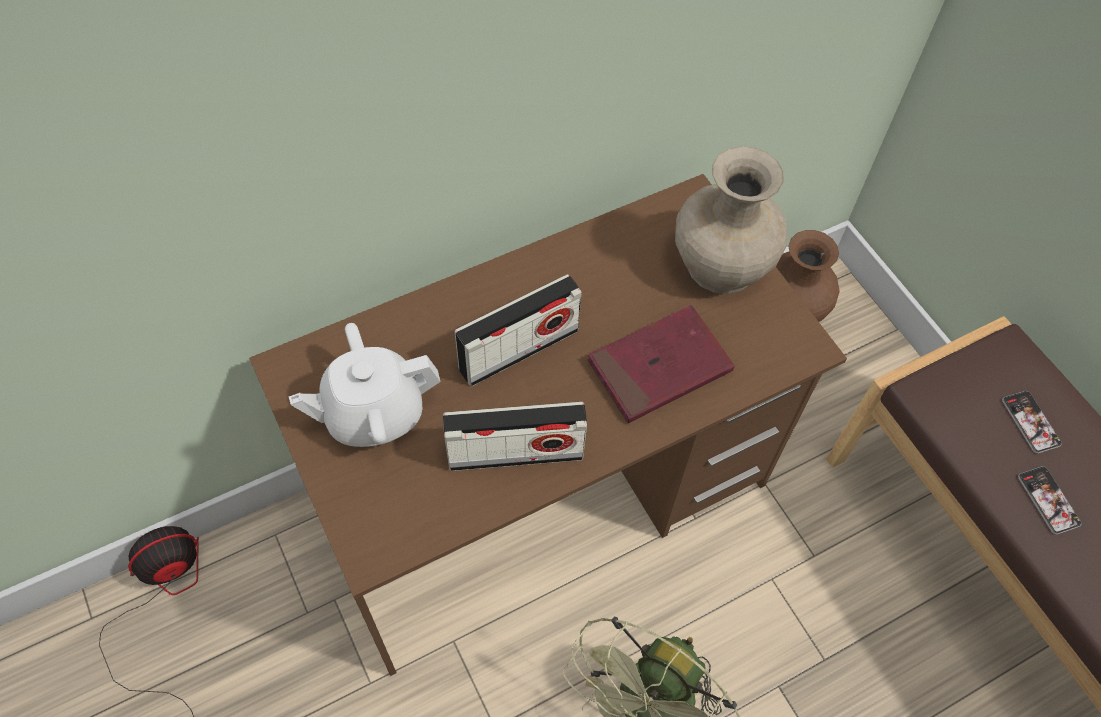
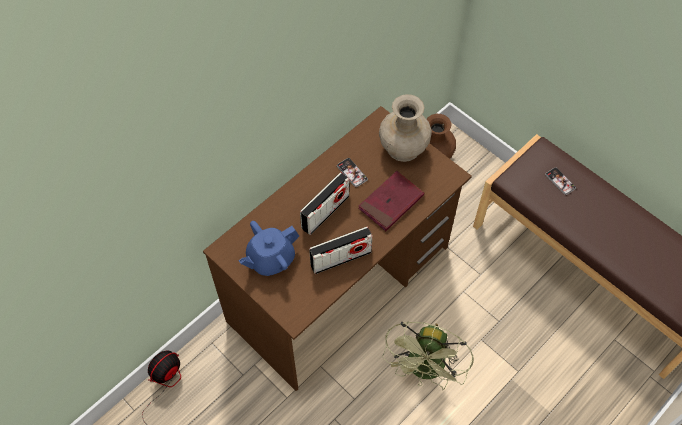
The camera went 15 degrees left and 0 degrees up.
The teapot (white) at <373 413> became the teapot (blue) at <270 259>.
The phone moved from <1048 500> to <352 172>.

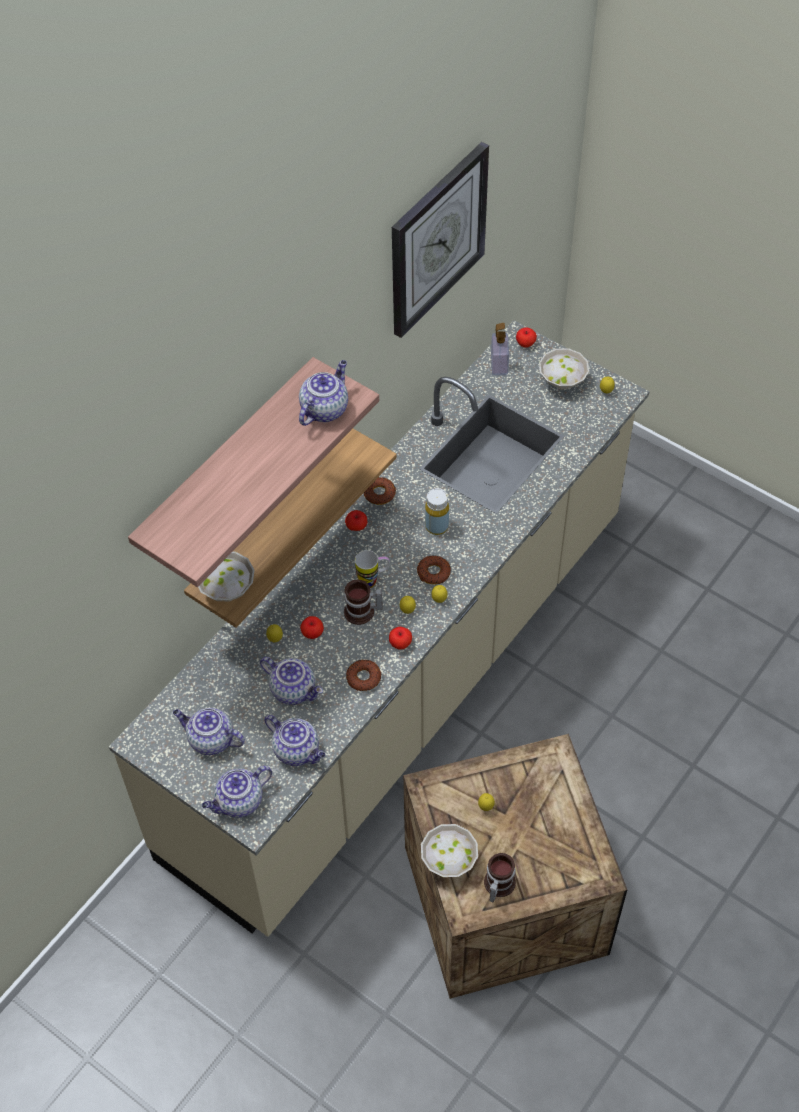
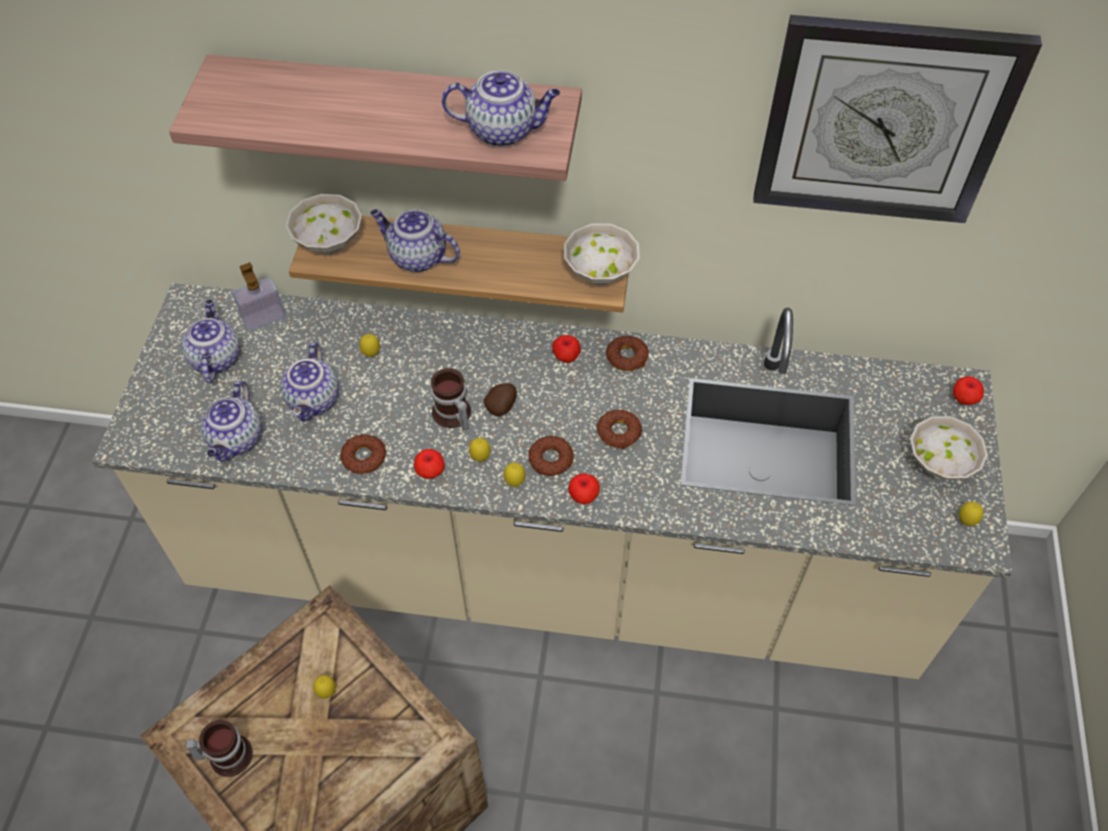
The camera went 60 degrees right and 0 degrees up.
The teapot moved from <239 802> to <416 257>.
The apple moved from <312 633> to <583 496>.
The mug at <373 581> was replaced by the potato at <502 406>.
The bowl (white) moved from <447 860> to <600 273>.
The bottle (yellow) at <436 526> was replaced by the donut at <619 432>.
The soap dispenser moved from <499 364> to <263 318>.

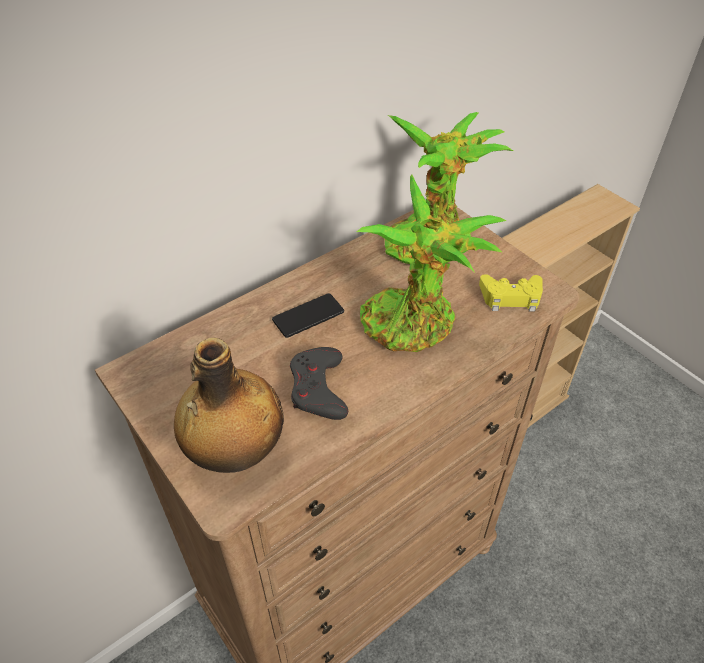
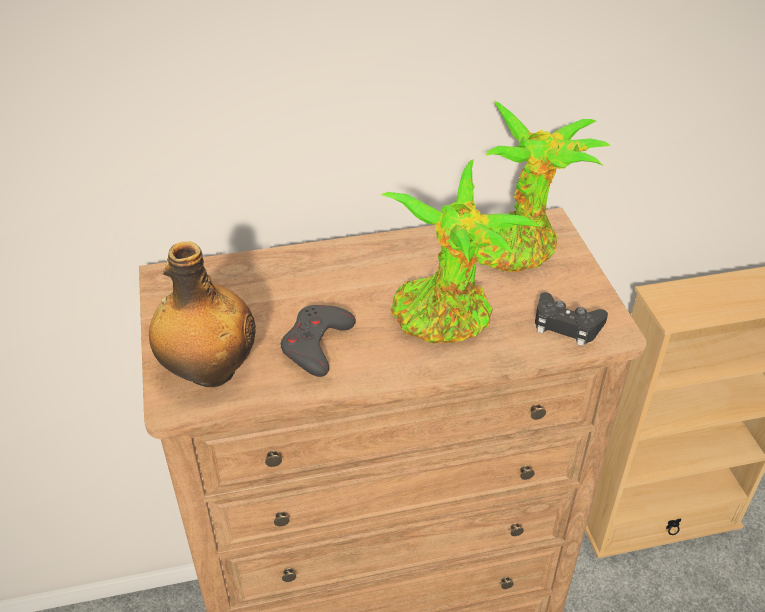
The camera went 25 degrees right and 5 degrees down.
The phone at <308 316> disappeared.
The game controller (yellow) at <511 297> became the game controller (black) at <566 325>.

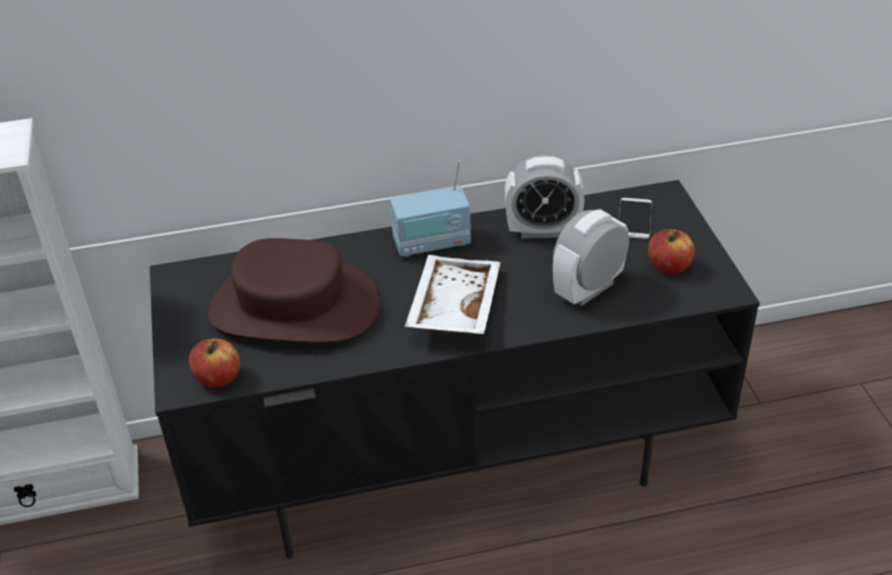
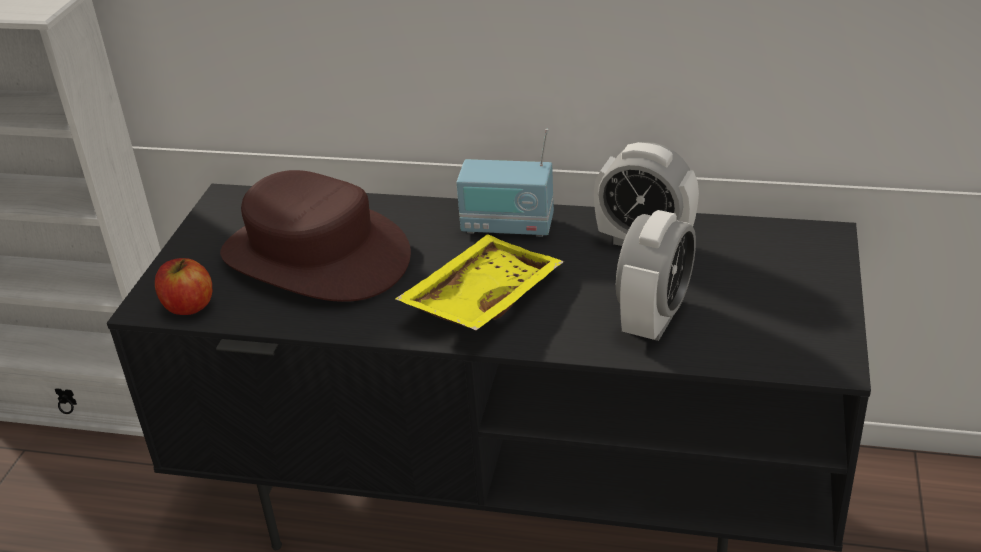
The camera went 25 degrees right and 5 degrees down.
The tray (white) at <452 307> became the tray (yellow) at <480 298>.
The alarm clock at <588 289> turned 135 degrees clockwise.
The phone at <634 219> disappeared.
The apple at <668 266> disappeared.

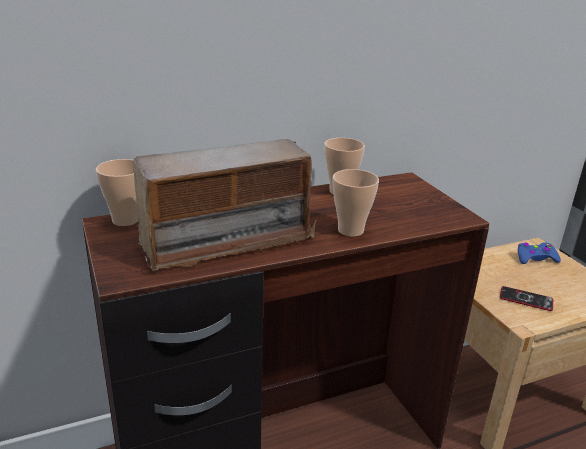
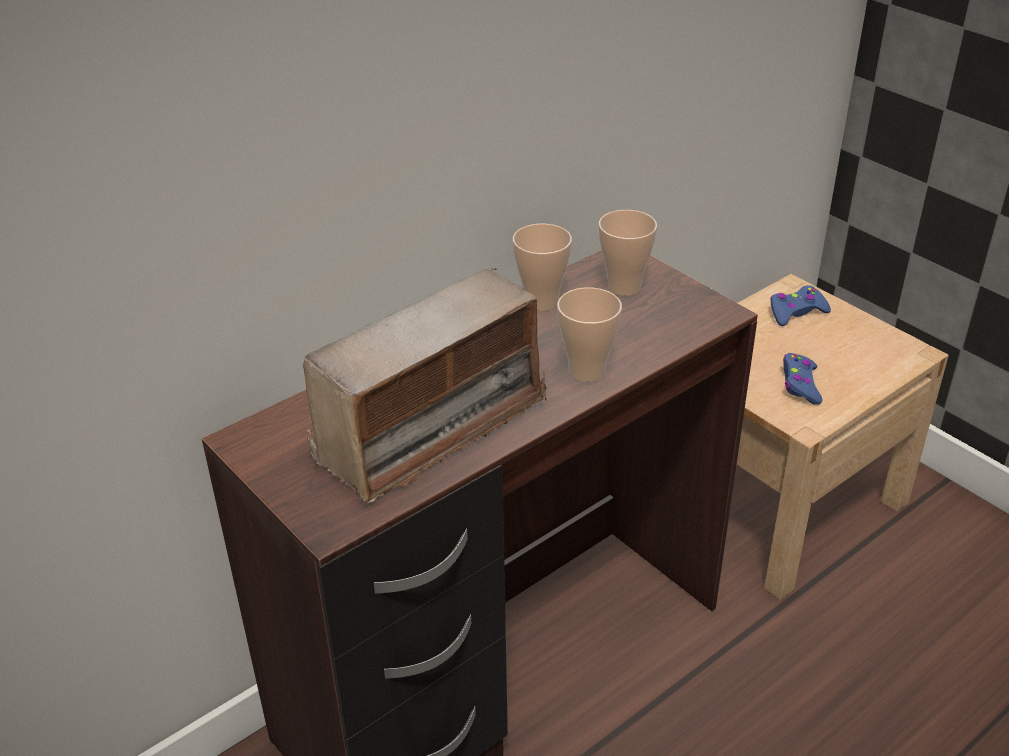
The camera went 15 degrees left and 10 degrees up.
The cup moved from <125 220> to <624 287>.
The phone at <526 299> was replaced by the game controller (blue) at <800 385>.

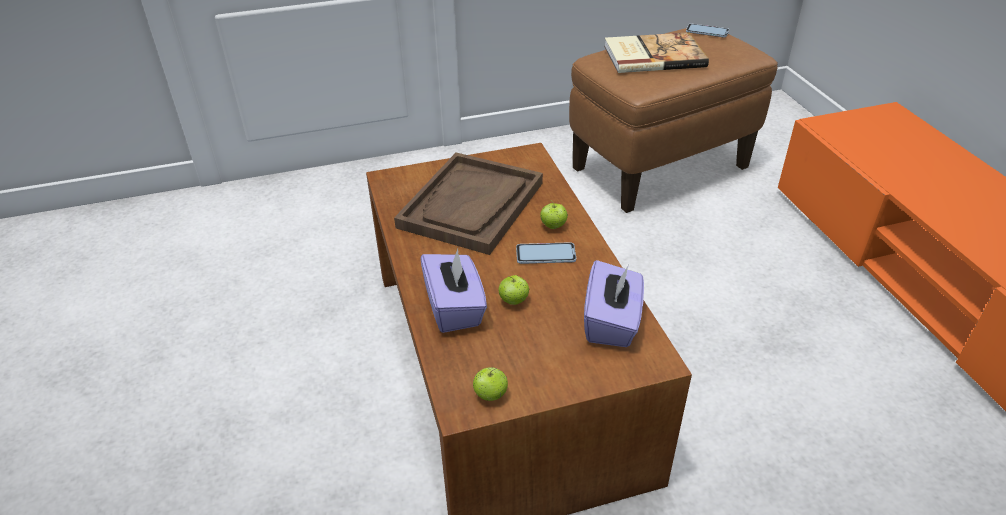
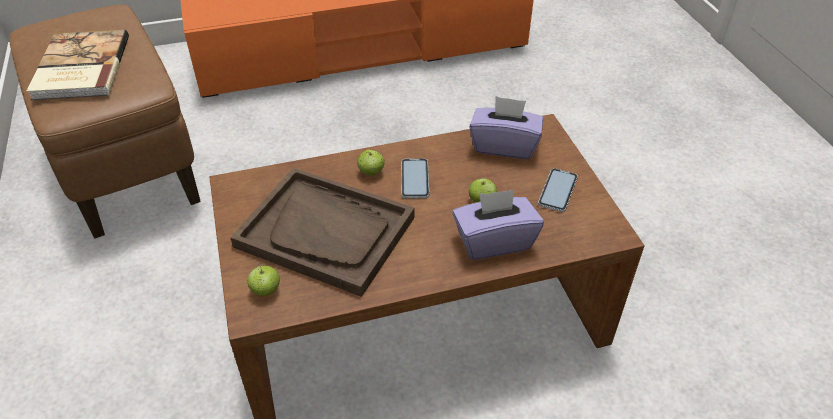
The camera went 90 degrees left and 5 degrees up.
The apple moved from <490 395> to <266 290>.
The phone moved from <707 31> to <557 190>.

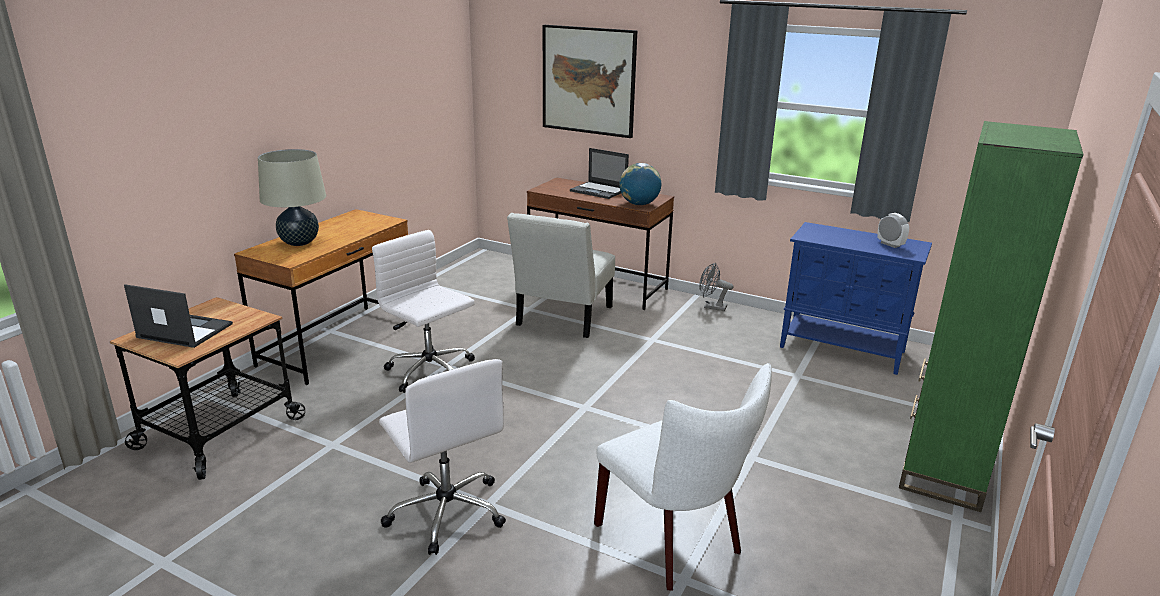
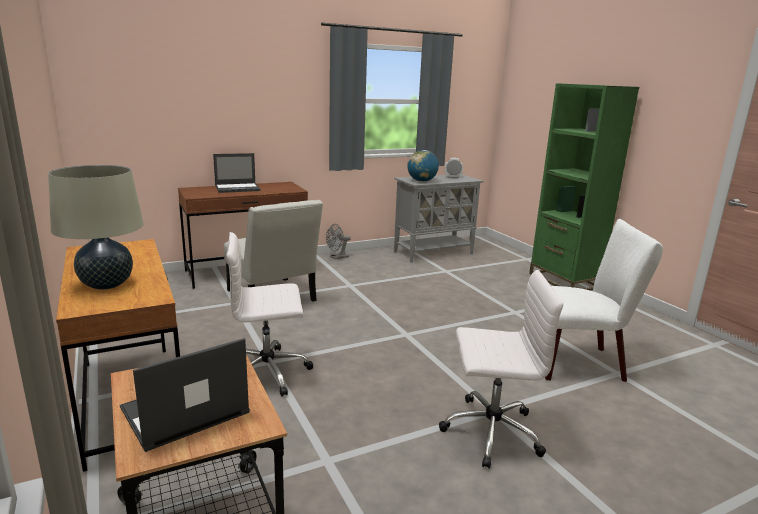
The camera went 55 degrees left and 5 degrees down.
The picture at <588 80> disappeared.
The globe moved from <639 204> to <422 181>.
The cabinet (blue) at <843 349> became the cabinet (grey) at <434 253>.

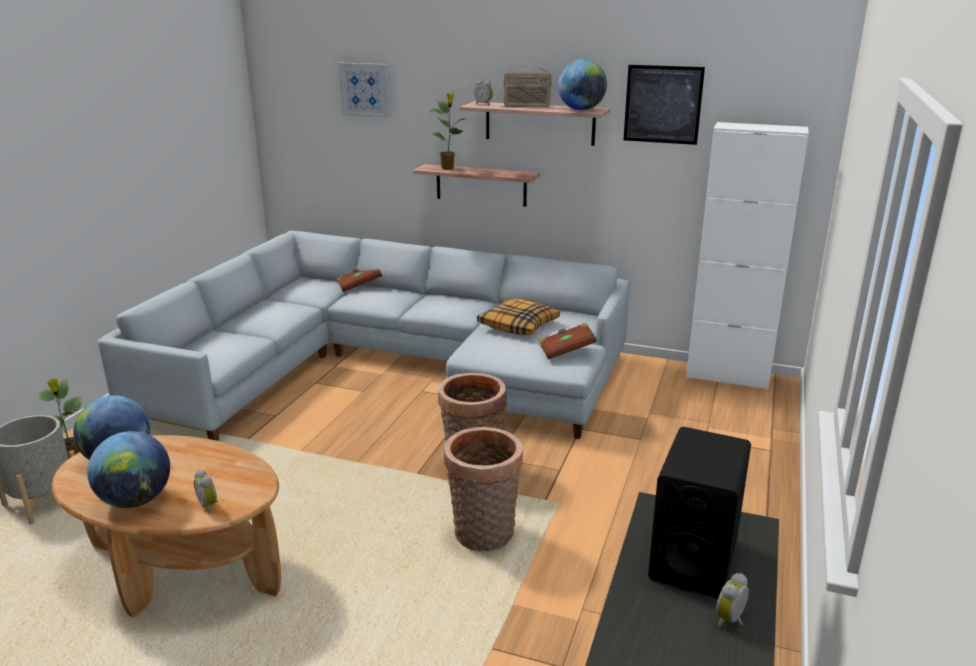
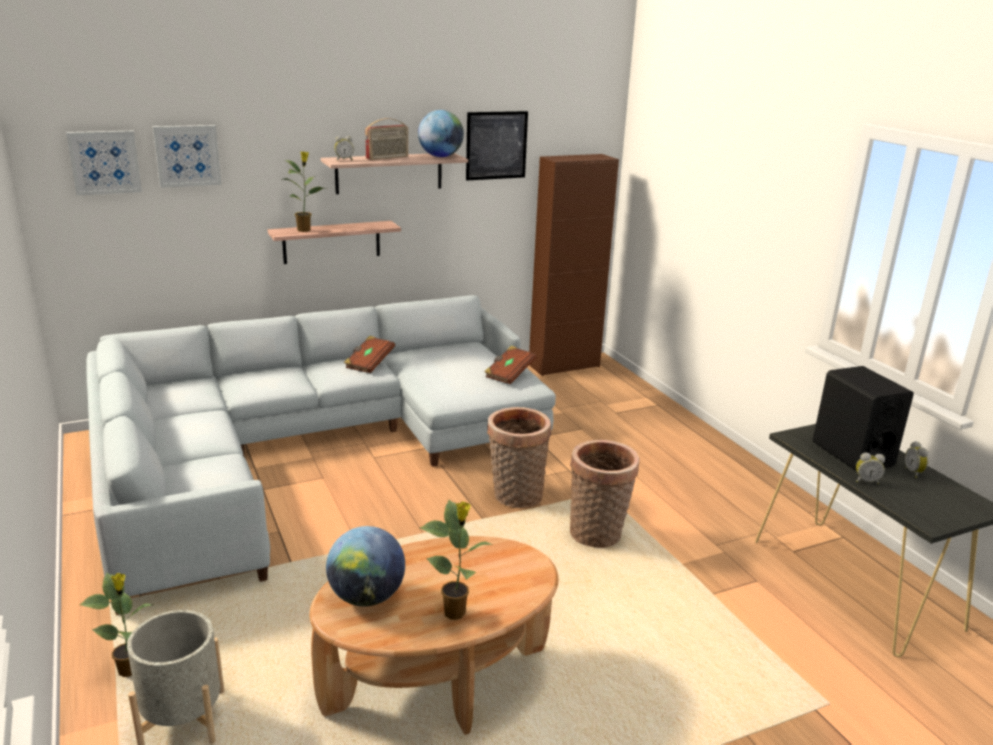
The camera went 45 degrees left and 0 degrees up.
The globe at <136 500> was replaced by the potted plant at <456 613>.
The alarm clock moved from <209 505> to <866 481>.
The book (brown) moved from <359 286> to <369 364>.
The pillow at <518 325> disappeared.
The cabinet (white) at <727 376> became the cabinet (brown) at <564 366>.
The picture at <105 162> appeared.

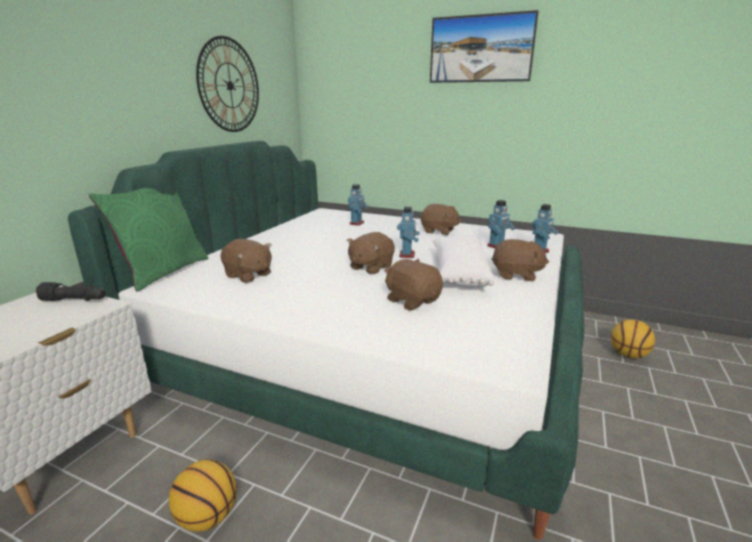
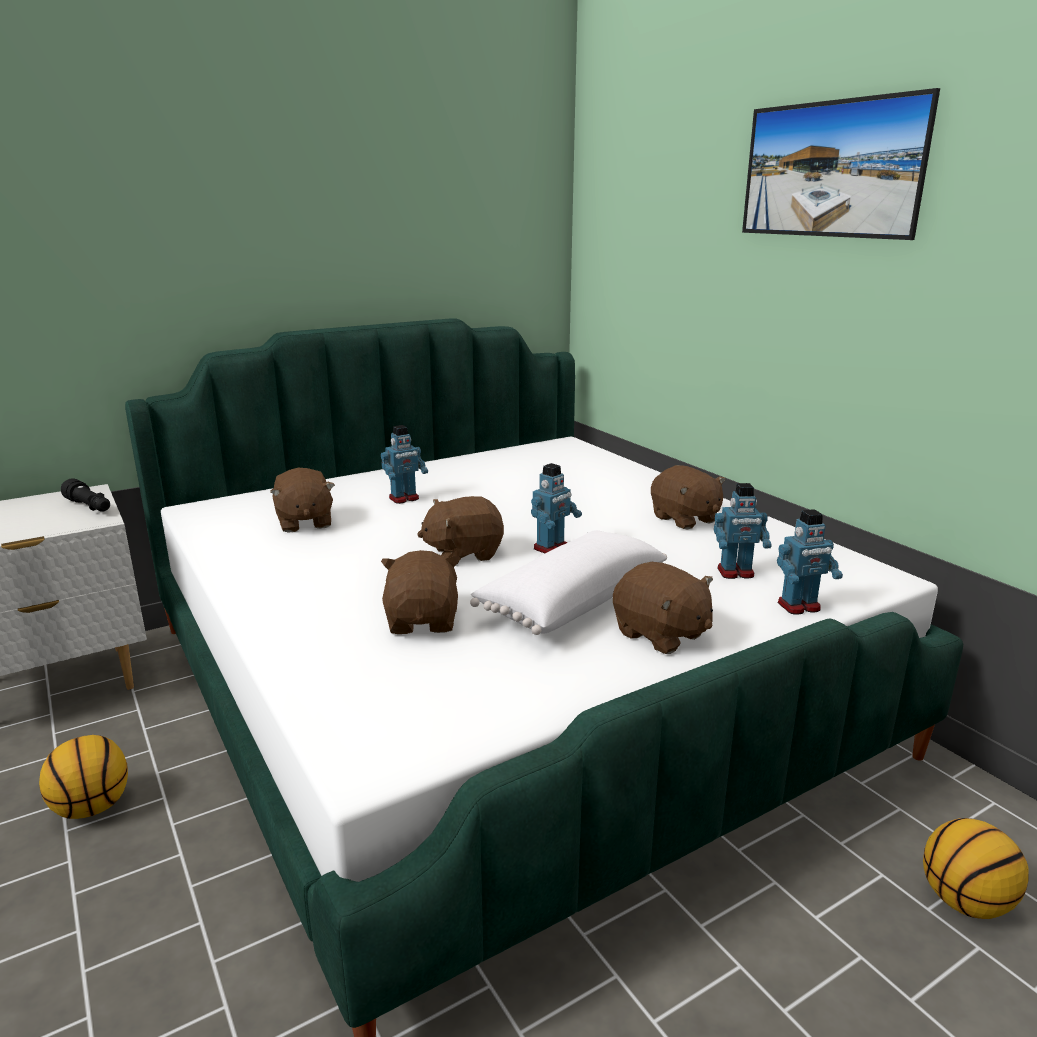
The camera went 35 degrees right and 0 degrees up.
The pillow (green) at <163 272> disappeared.
The wall clock at <229 85> disappeared.
The toy robot moved from <357 223> to <404 498>.

